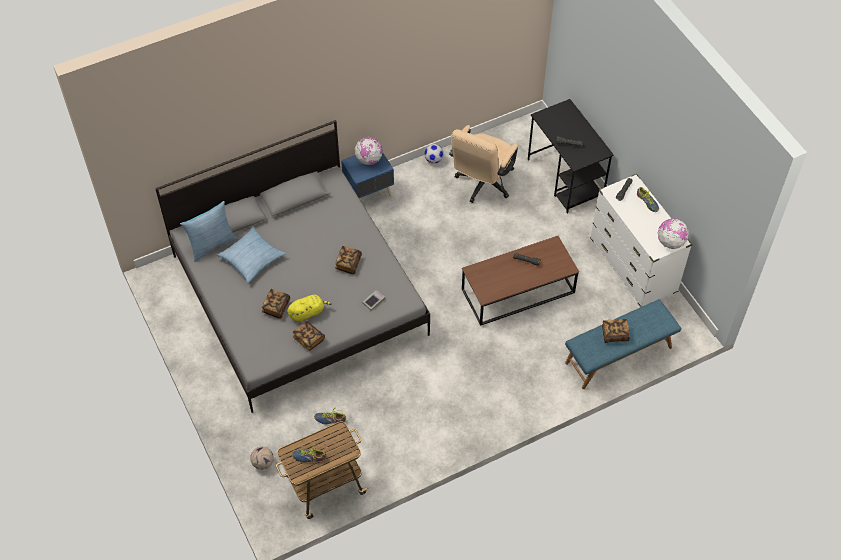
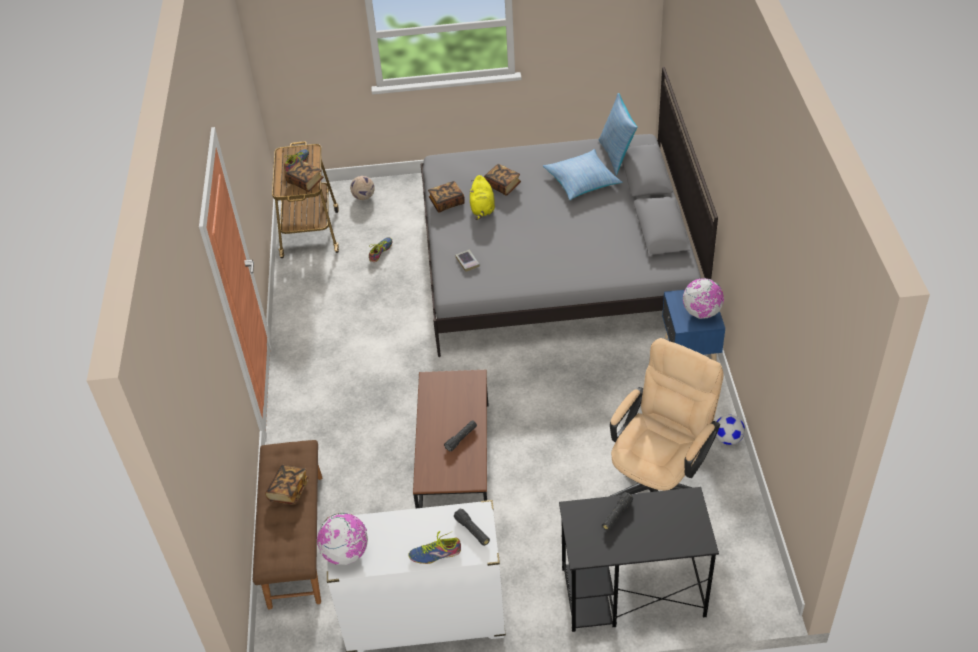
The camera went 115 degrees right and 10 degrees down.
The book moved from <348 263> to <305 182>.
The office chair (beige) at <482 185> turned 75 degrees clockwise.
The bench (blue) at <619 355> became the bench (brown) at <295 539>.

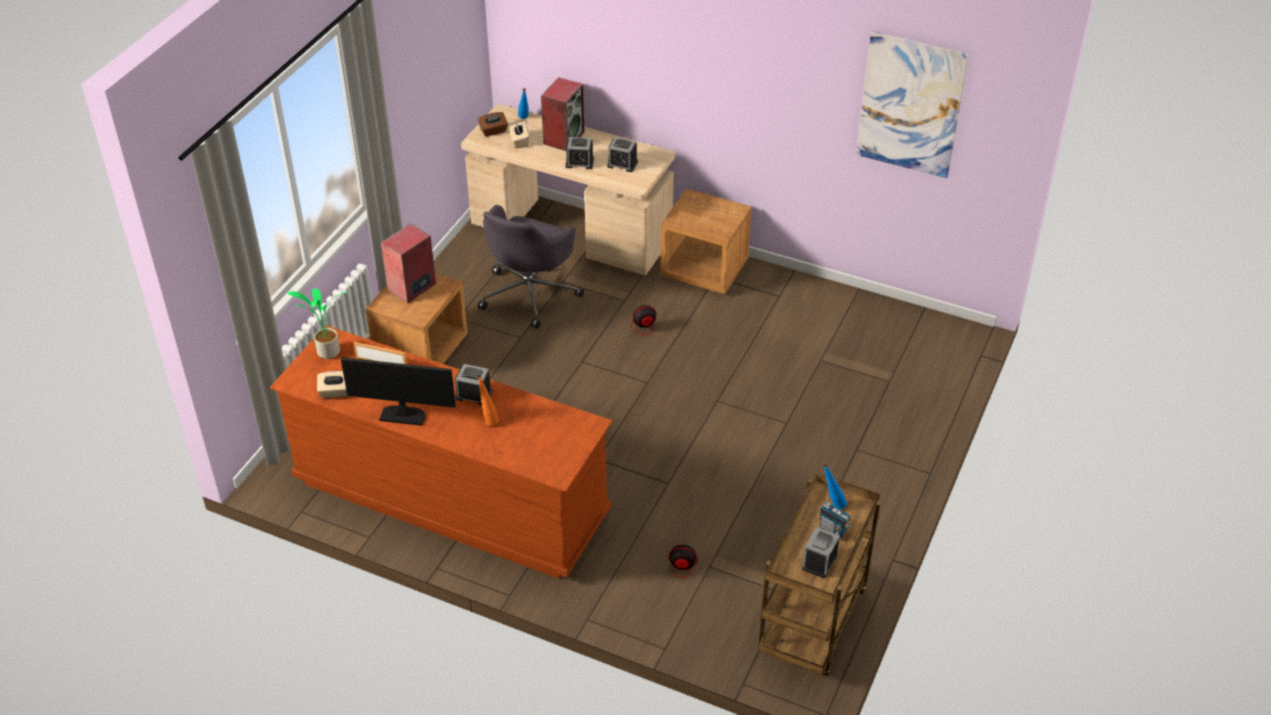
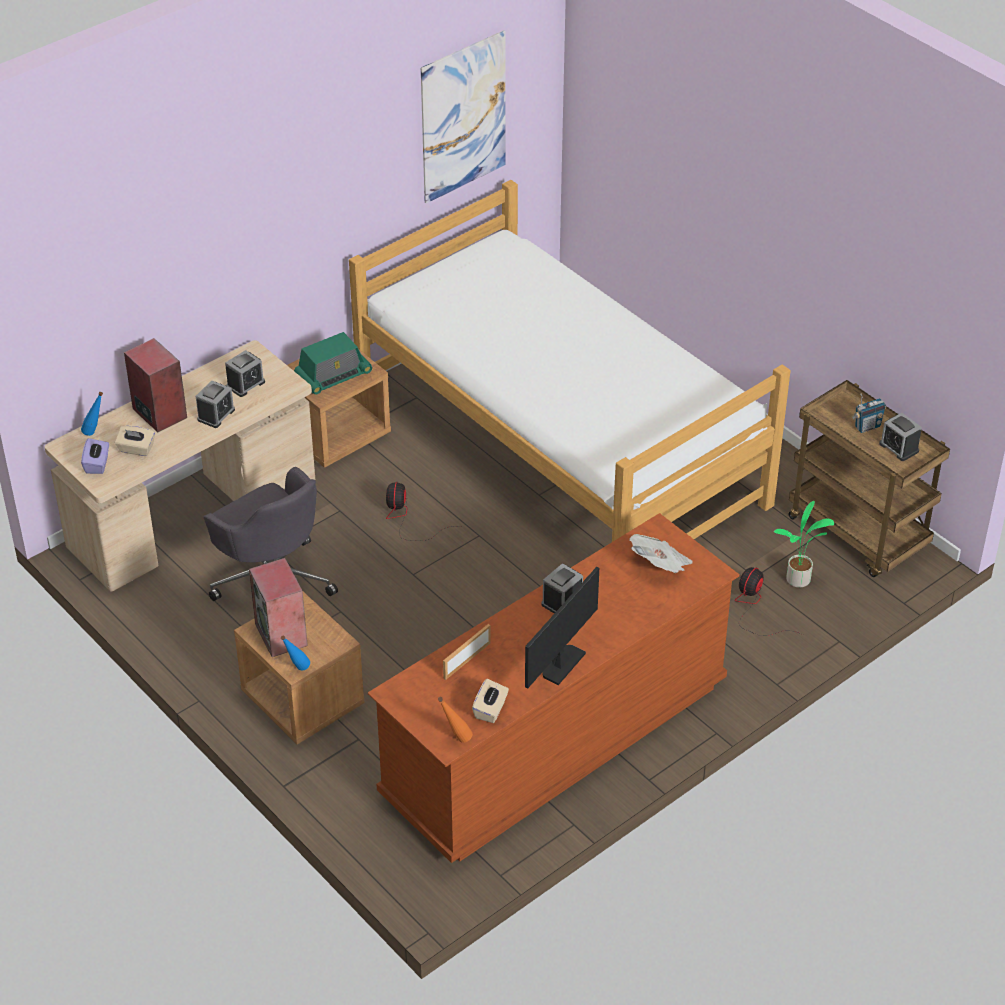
The camera went 65 degrees left and 0 degrees up.
The potted plant moved from <327 352> to <799 581>.
The tissue box (brown) at <493 131> became the tissue box (purple) at <97 464>.
The bottle (orange) moved from <488 419> to <455 739>.
The bottle (blue) moved from <832 504> to <296 670>.
The radio at <333 376> appeared.
The bed at <560 447> appeared.
The newspaper at <660 565> appeared.

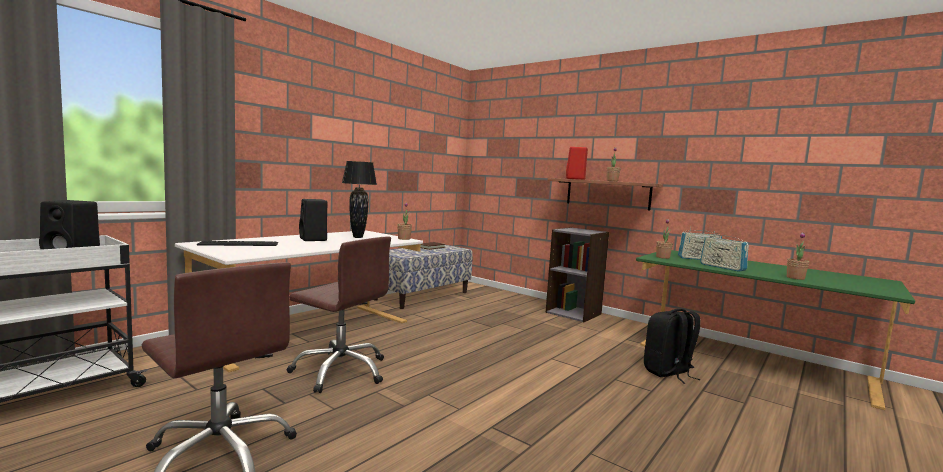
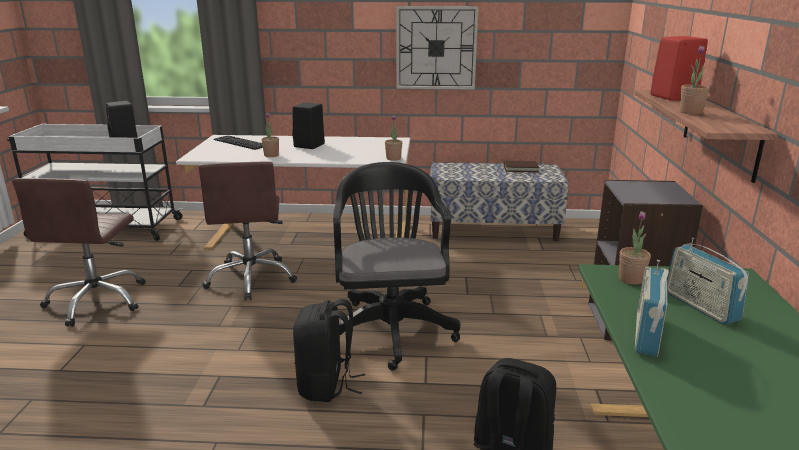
The camera went 55 degrees right and 15 degrees up.
The table lamp (black) at <357 237> disappeared.
The potted plant moved from <795 278> to <271 155>.
The backpack (black) at <326 385> appeared.
The office chair (black) at <391 327> appeared.
The wall clock at <436 48> appeared.

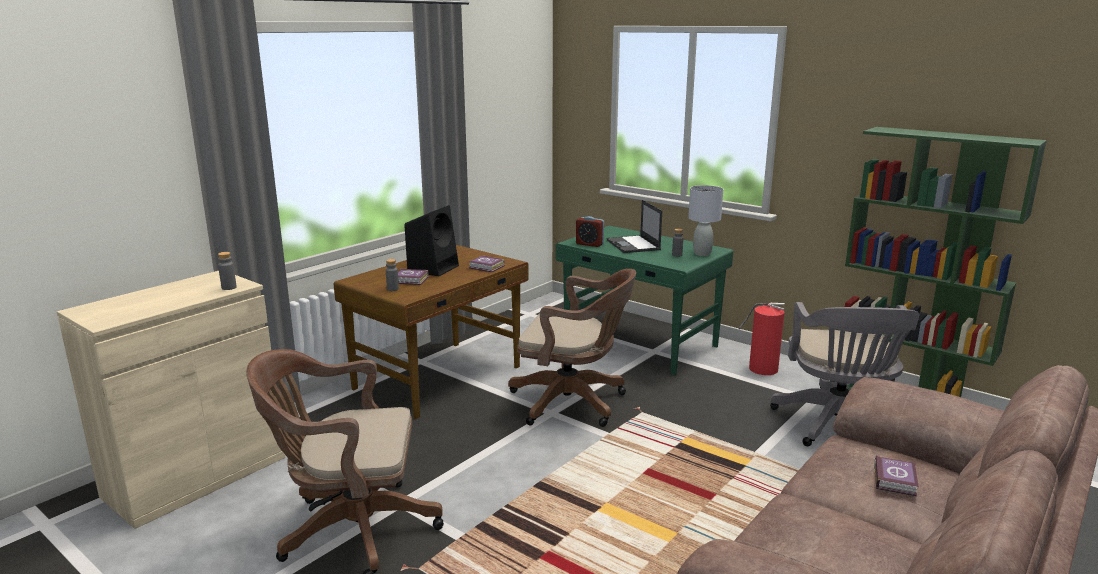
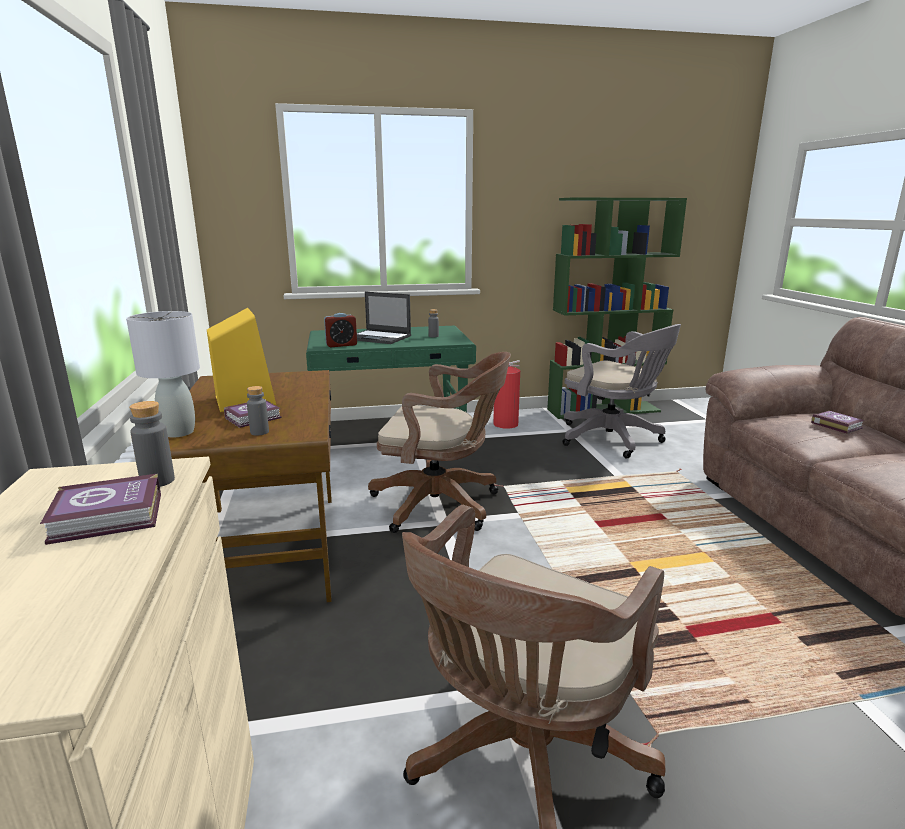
The camera went 50 degrees left and 0 degrees up.
The speaker (black) at <433 268> became the speaker (yellow) at <244 400>.
The book moved from <486 267> to <110 517>.
The office chair (brown) at <574 403> turned 45 degrees clockwise.
The table lamp (grey) moved from <701 253> to <178 432>.

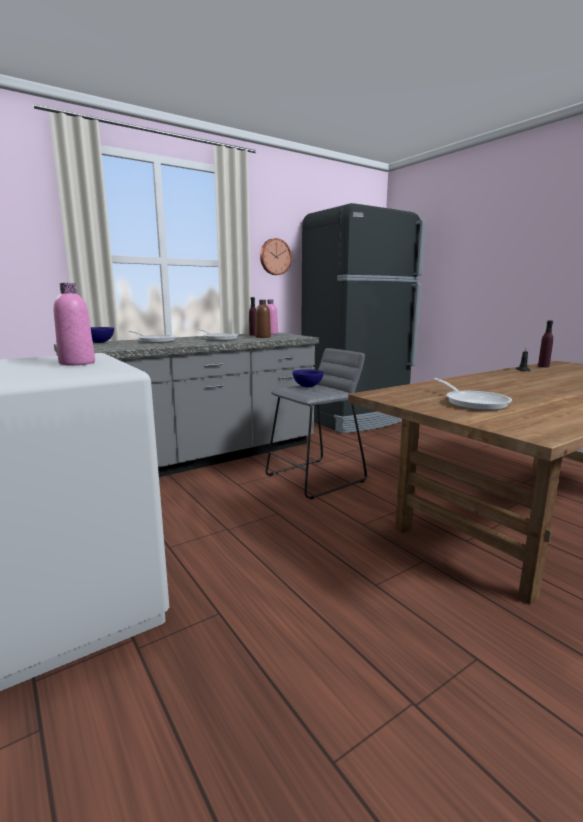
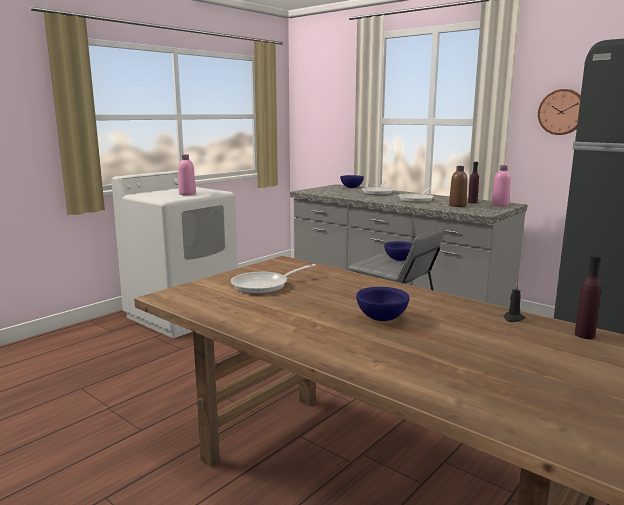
The camera went 75 degrees right and 0 degrees up.
The bowl (blue) at <381 319> appeared.

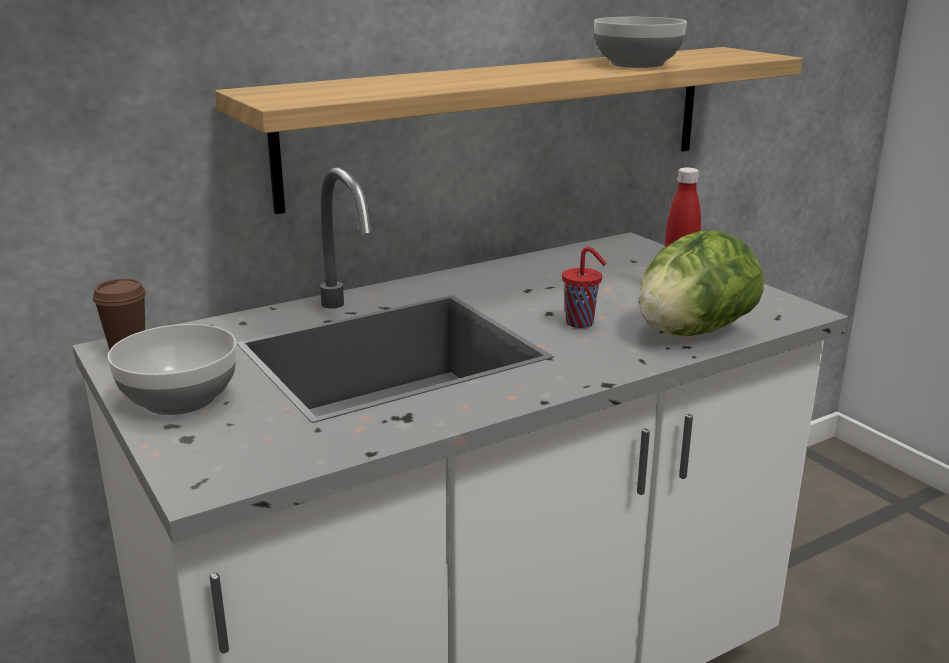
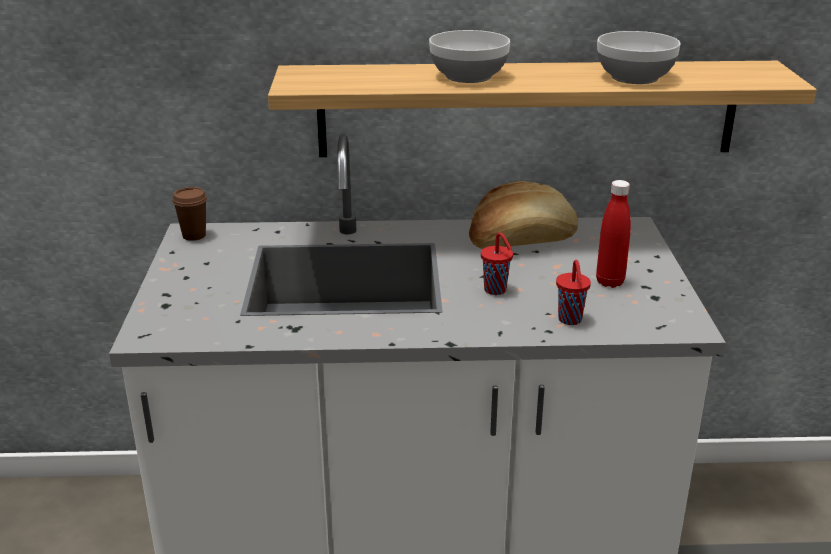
The camera went 30 degrees right and 5 degrees up.
The bowl moved from <182 398> to <469 76>.
The lettuce at <692 332> was replaced by the cup (red) at <570 320>.
The bread at <521 241> appeared.

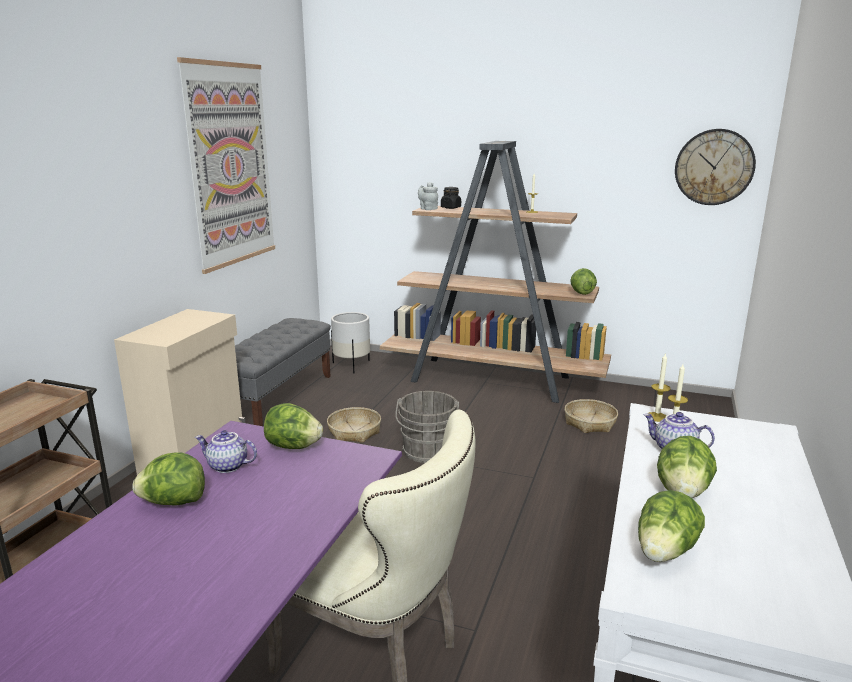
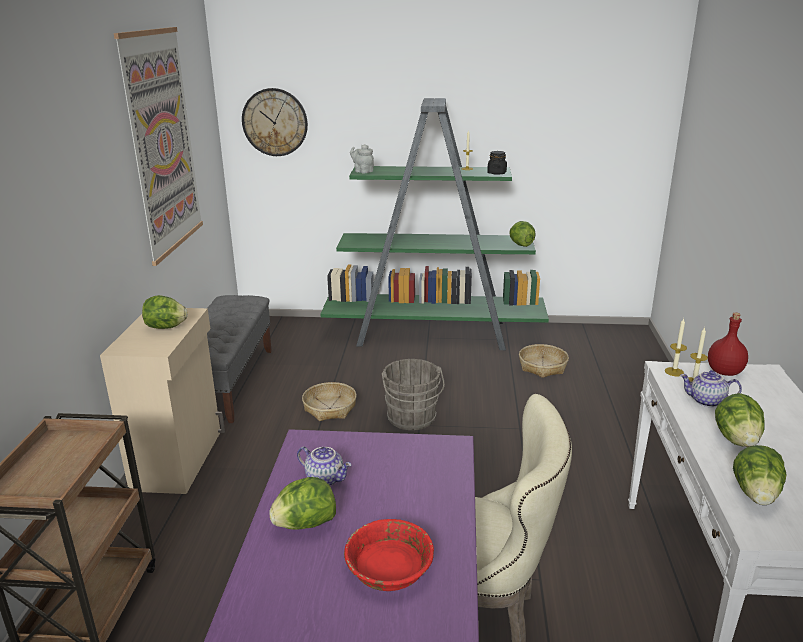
The camera went 15 degrees left and 5 degrees up.
The teapot at <227 466> turned 150 degrees counterclockwise.
The lettuce moved from <293 446> to <166 327>.
The planter (white) at <352 365> disappeared.
The bookcase (brown) at <493 380> became the bookcase (green) at <434 334>.
The jar (black) moved from <451 207> to <496 173>.
The wall clock moved from <714 167> to <275 122>.
The bowl (red) at <389 567> appeared.
The bottle (red) at <724 371> appeared.

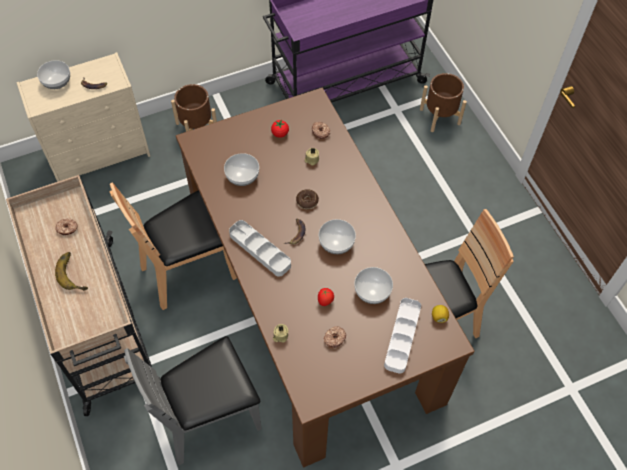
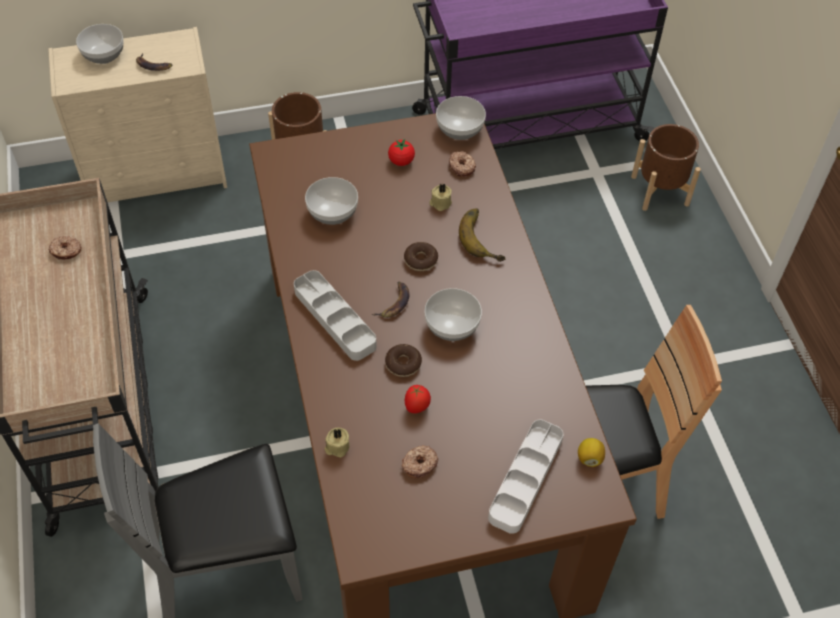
The camera went 10 degrees right and 5 degrees down.
The banana moved from <74 272> to <484 237>.
The chair (brown) at <189 271> disappeared.
The bowl moved from <372 291> to <460 129>.
The donut at <403 364> appeared.

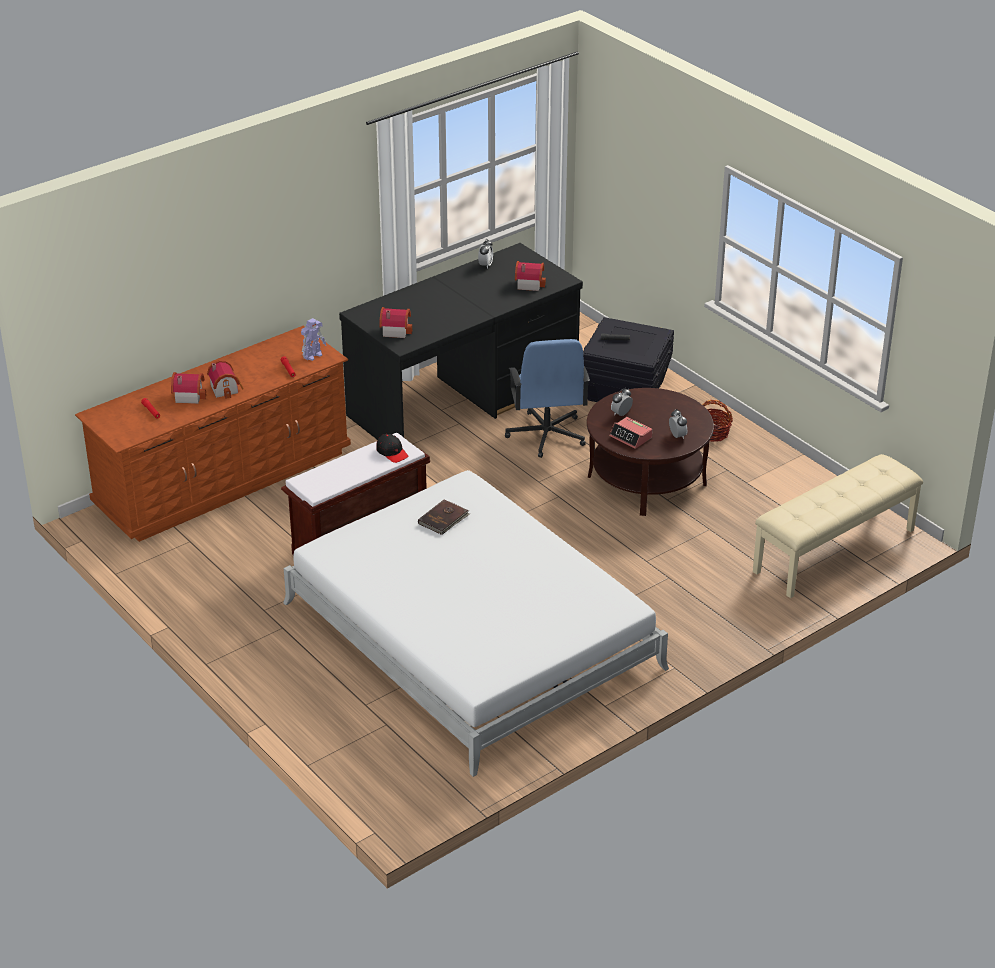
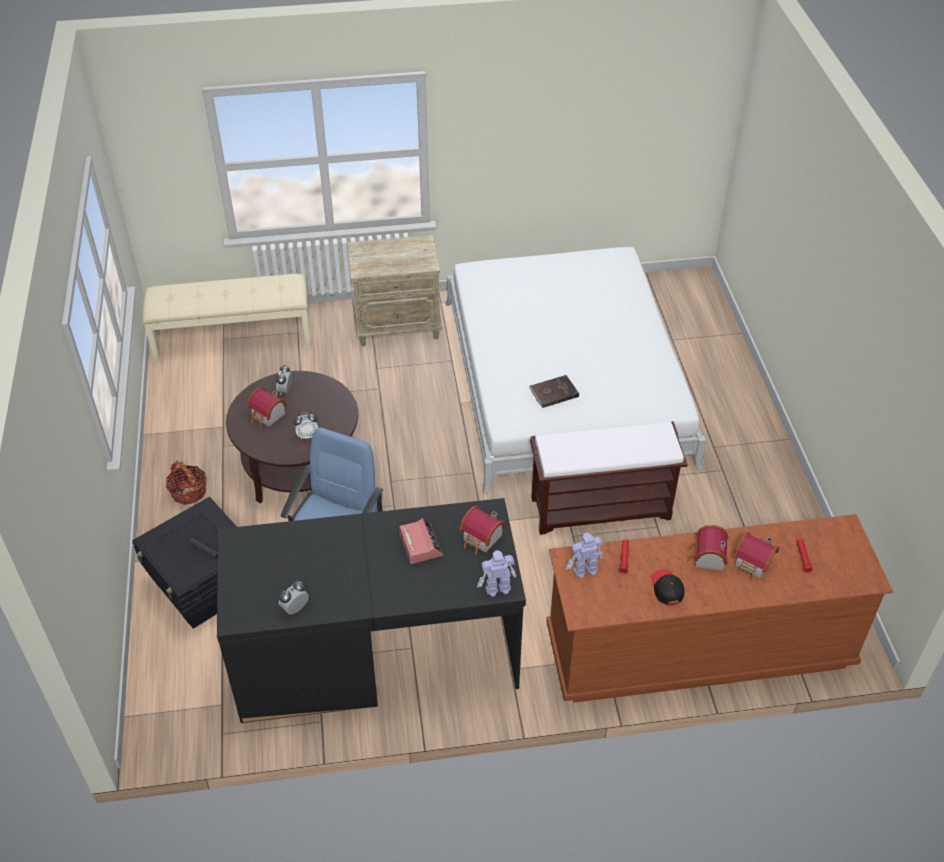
The camera went 150 degrees left and 10 degrees up.
The cap (black) moved from <392 452> to <666 589>.
The toy house moved from <528 283> to <268 416>.
The alarm clock moved from <631 437> to <420 545>.
The nightstand (beige) at <398 325> appeared.
The toy robot at <497 588> appeared.

